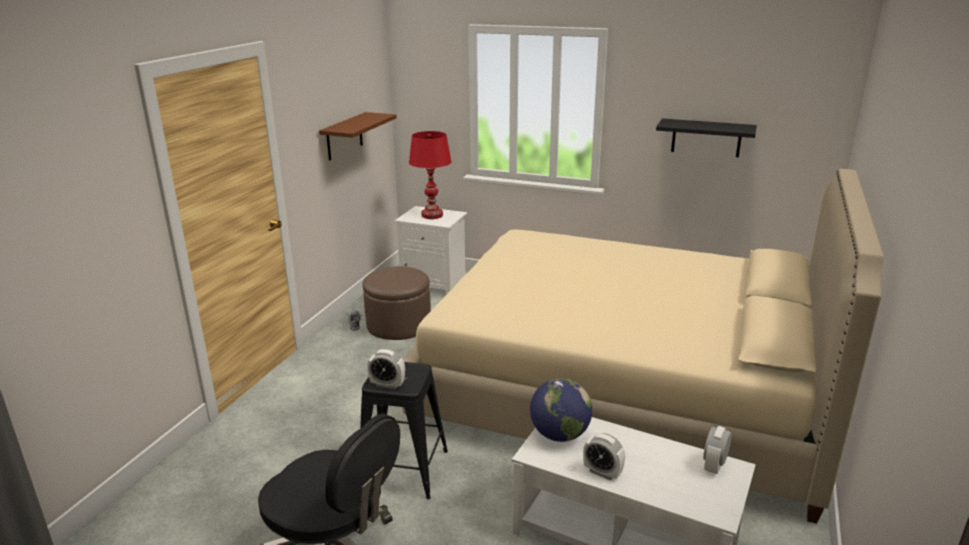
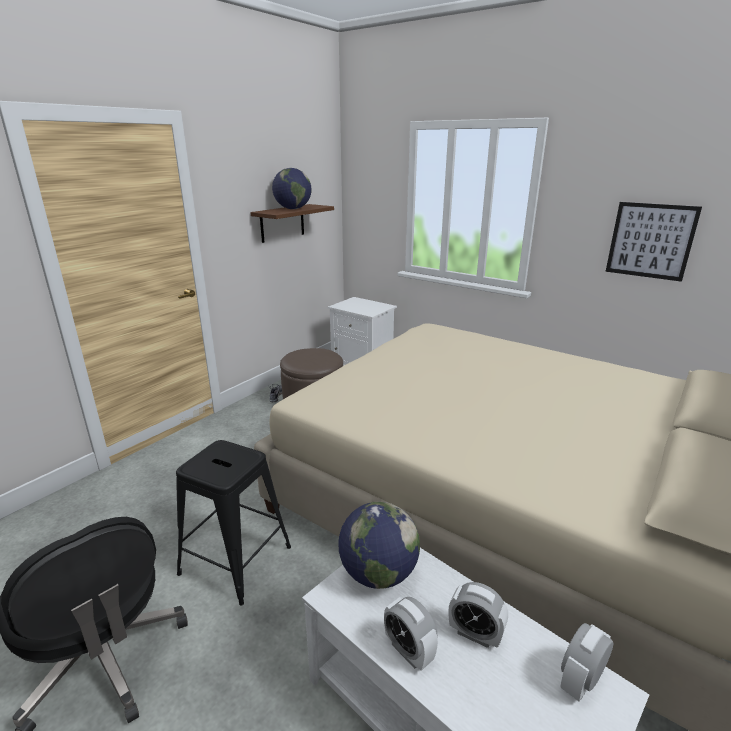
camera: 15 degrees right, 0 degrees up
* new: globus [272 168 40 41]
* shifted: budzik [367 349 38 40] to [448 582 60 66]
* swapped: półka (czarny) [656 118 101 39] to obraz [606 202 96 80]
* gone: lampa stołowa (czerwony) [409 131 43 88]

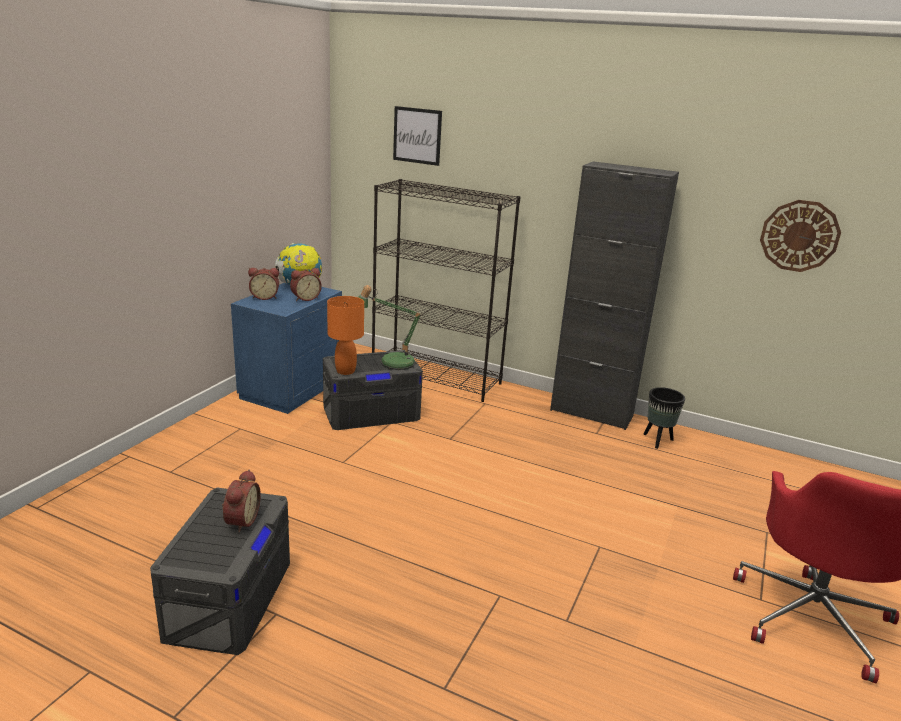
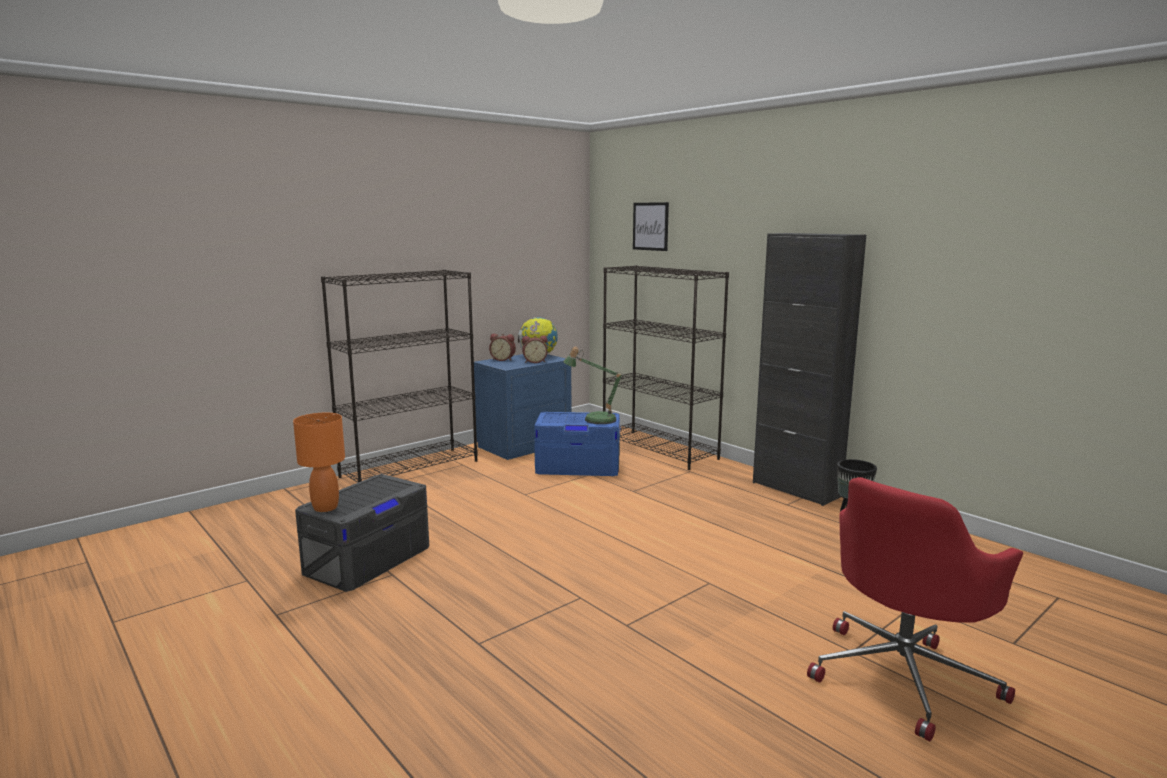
camera: 25 degrees right, 10 degrees down
* shifted: lampa stołowa (pomarańczowy) [327 296 37 79] to [293 413 52 99]
* new: regał (czarny) [321 270 157 213]
* repainted: pojemnik do przechowywania (szary) [323 350 100 80] to pojemnik do przechowywania (niebieski) [534 412 87 64]
* gone: budzik [222 470 39 62]
* gone: zegar ścienny [760 200 81 72]

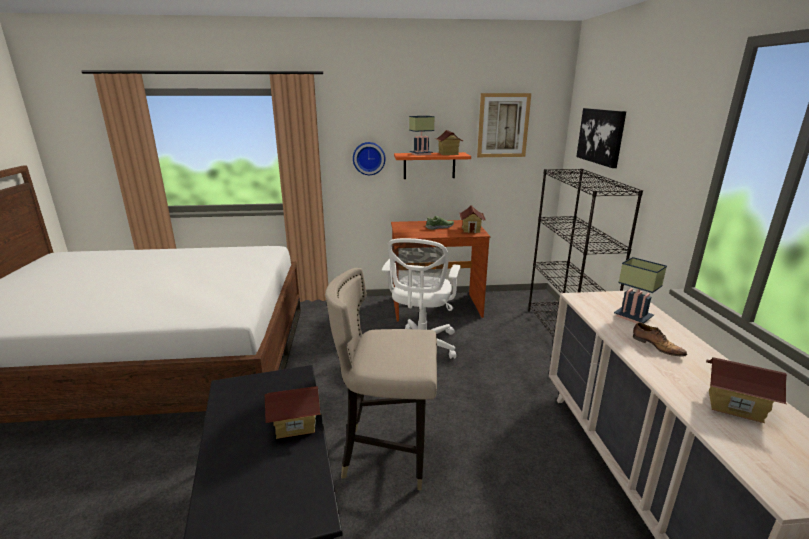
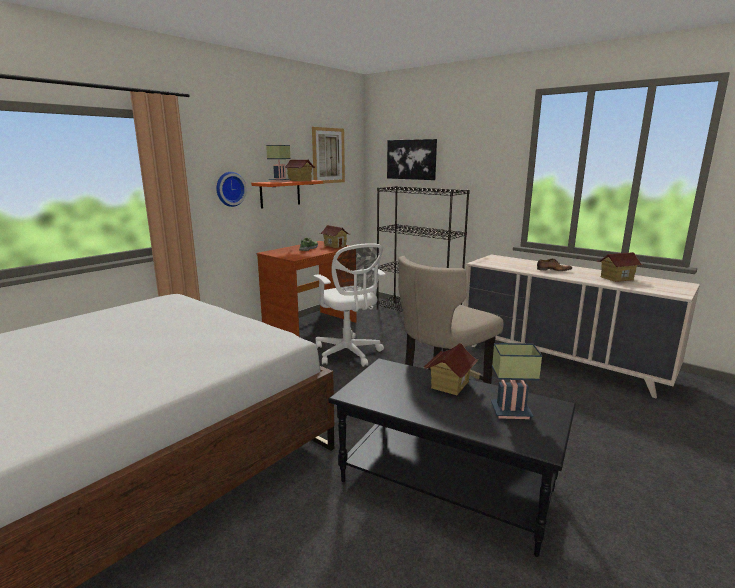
camera: 45 degrees left, 5 degrees down
* shifted: lampa stołowa [614 257 53 67] to [491 343 51 76]

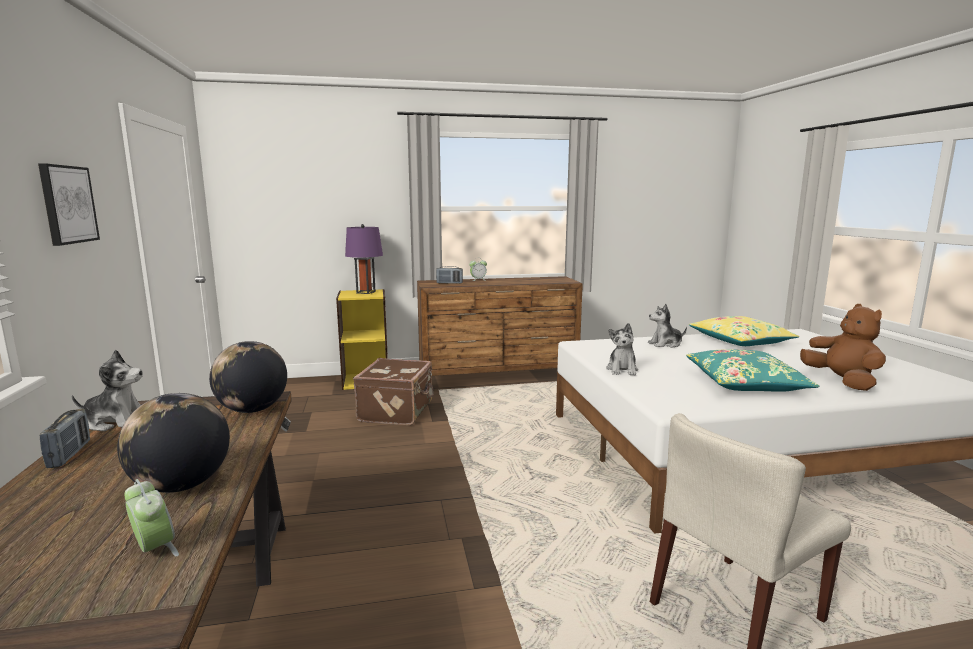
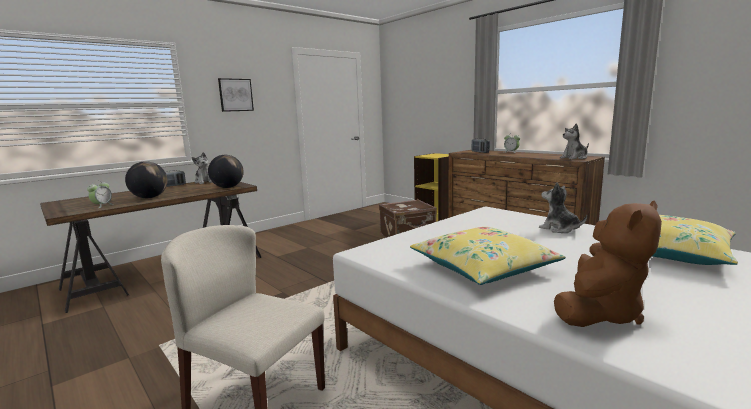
camera: 60 degrees right, 0 degrees up
* repainted: poduszka (turkusowy) [686 349 133 43] to poduszka (żółty) [410 227 156 58]
* shifted: pluszak [606 323 32 53] to [560 123 29 36]
* gone: lampa stołowa (fioletowy) [345 224 38 70]

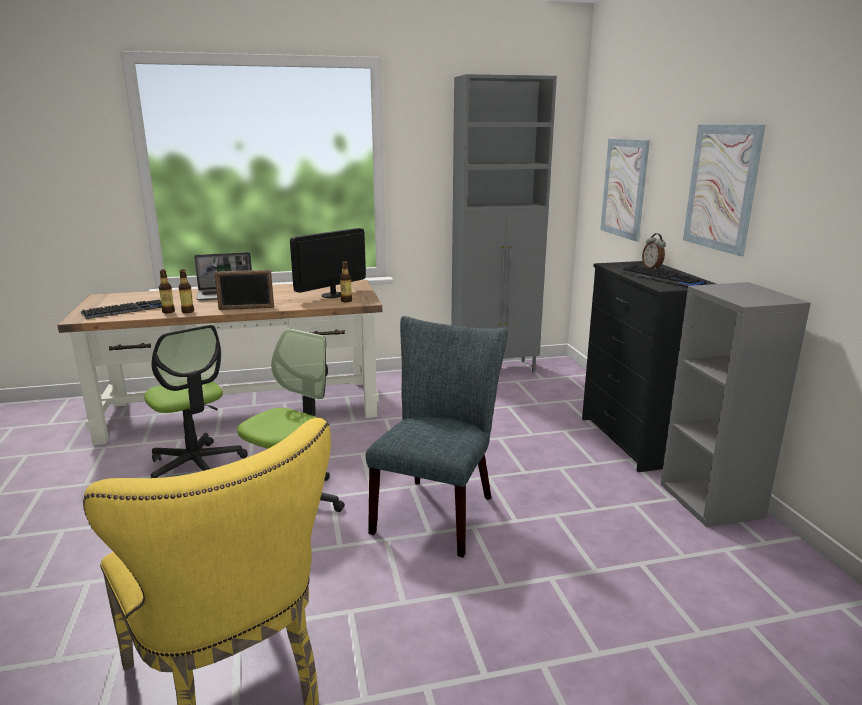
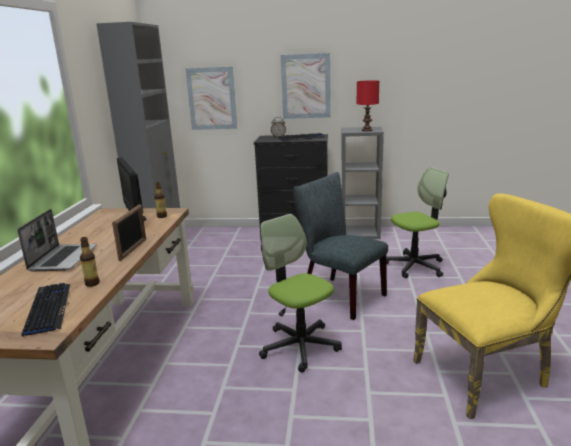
camera: 70 degrees left, 0 degrees up
* new: lampa stołowa (czerwony) [357 80 22 51]
* shifted: krzesło biurowe [144 325 104 153] to [386 167 63 111]
* gone: butelka [178 269 16 44]

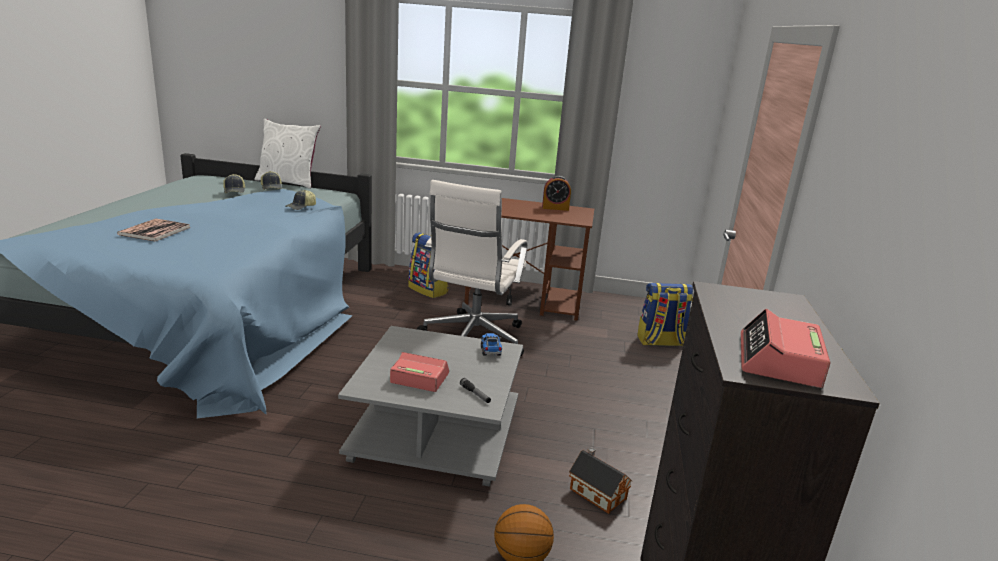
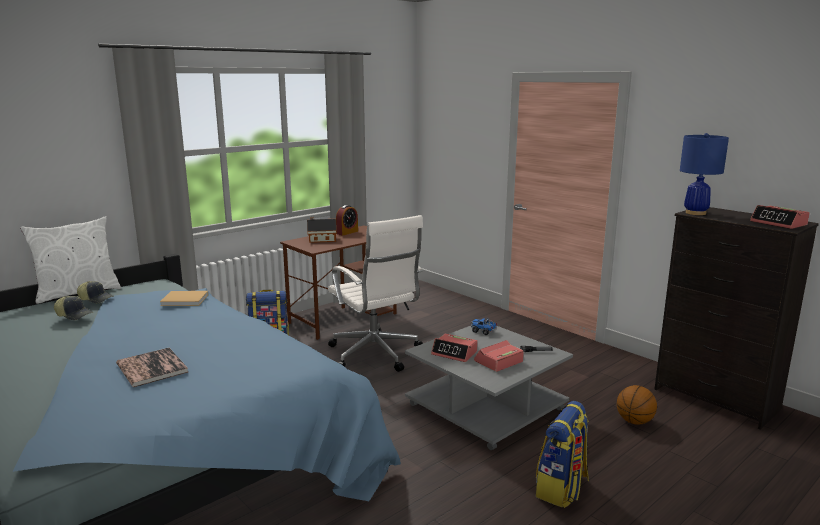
camera: 50 degrees left, 5 degrees down
* swapped: czapka z daszkiem [285 190 31 20] to książka (beżowy) [160 291 48 15]
* shifted: domek [569 447 63 67] to [307 217 30 26]
* new: budzik [431 334 47 28]
* shifted: plecak [637 283 56 63] to [536 401 53 107]
* new: lampa stołowa (niebieski) [680 133 49 82]

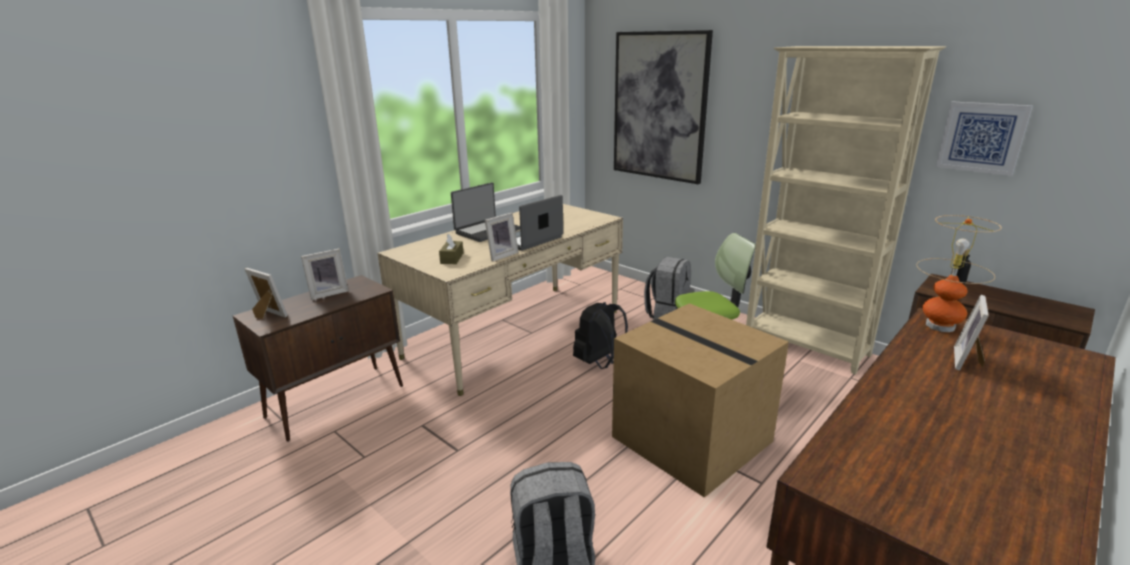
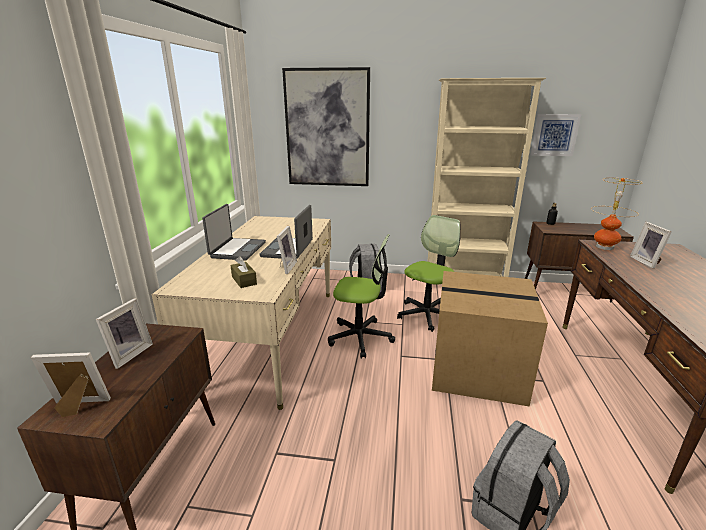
camera: 35 degrees left, 0 degrees up
* swapped: plecak (czarny) [573 302 55 67] to krzesło biurowe [328 234 67 124]

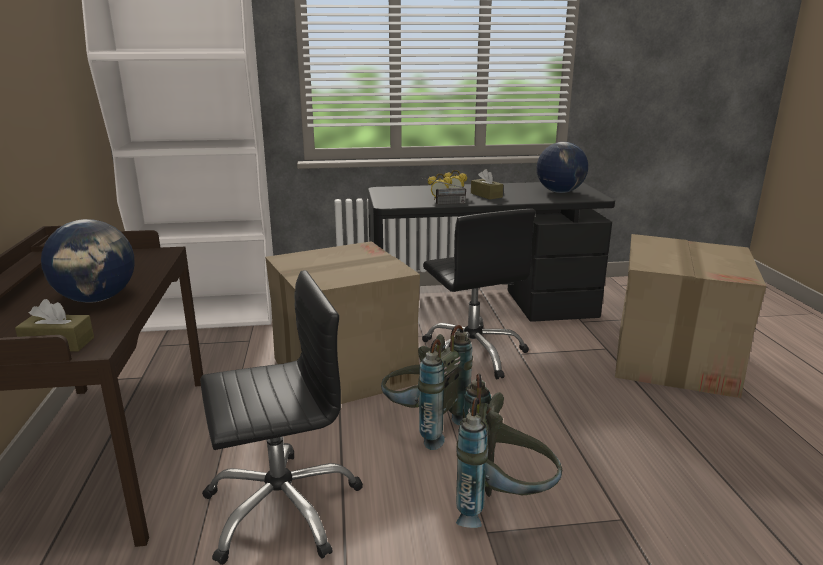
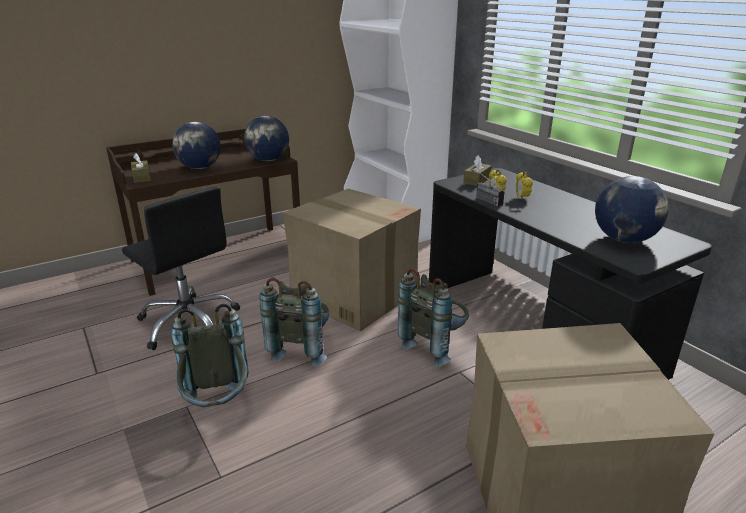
camera: 65 degrees right, 5 degrees up
* new: globus [244 116 45 45]
* swapped: krzesło biurowe (czarny) [422 209 113 170] to plecak (szary) [398 268 71 98]
* shifted: pudełko chusteczek (brązowy) [471 169 32 31] to [463 155 29 31]

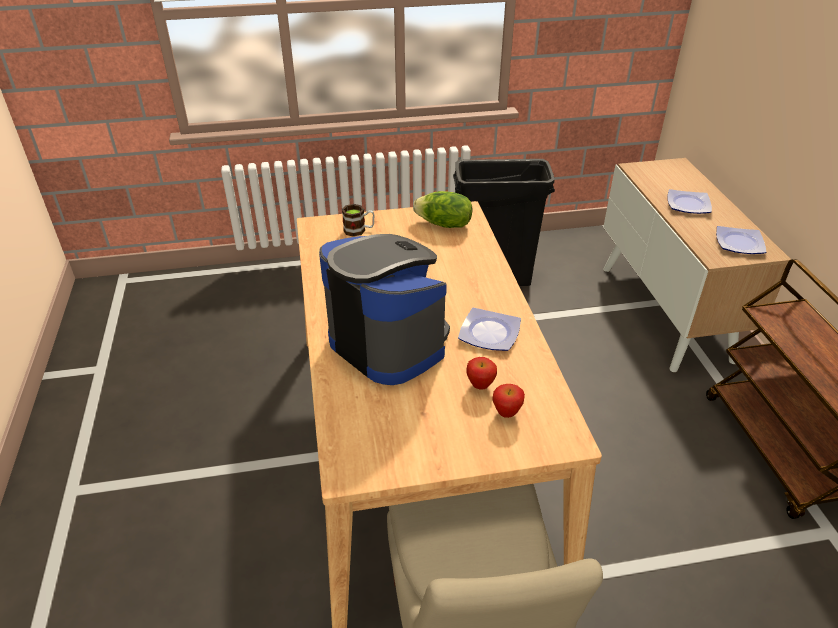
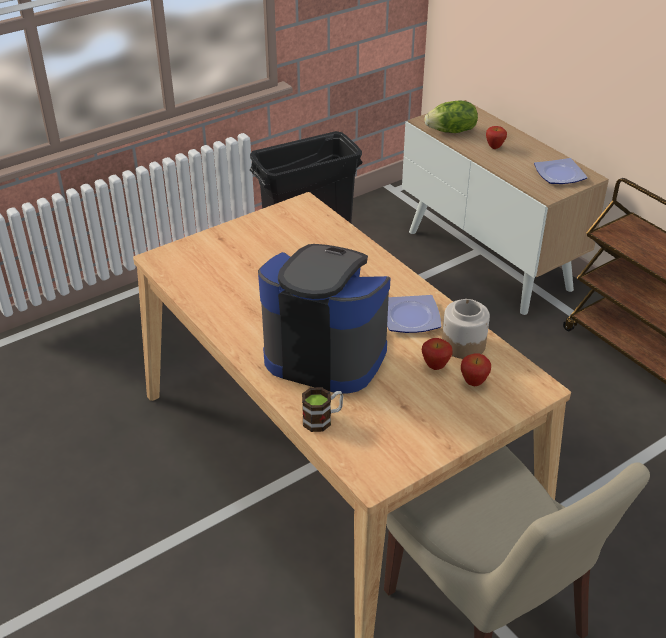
camera: 25 degrees left, 0 degrees up
* shifted: kubek [342 204 33 33] to [302 387 41 45]
* shifted: sałata [413 191 60 37] to [424 100 54 33]
* new: słoik [442 299 48 60]
* swapped: talerz [667 189 45 25] to jabłko [486 126 21 23]

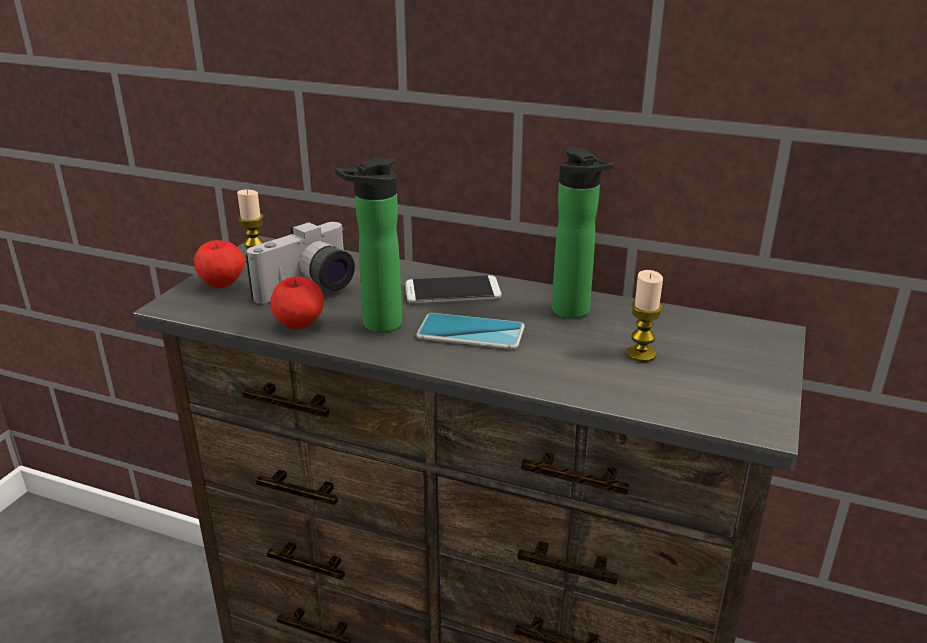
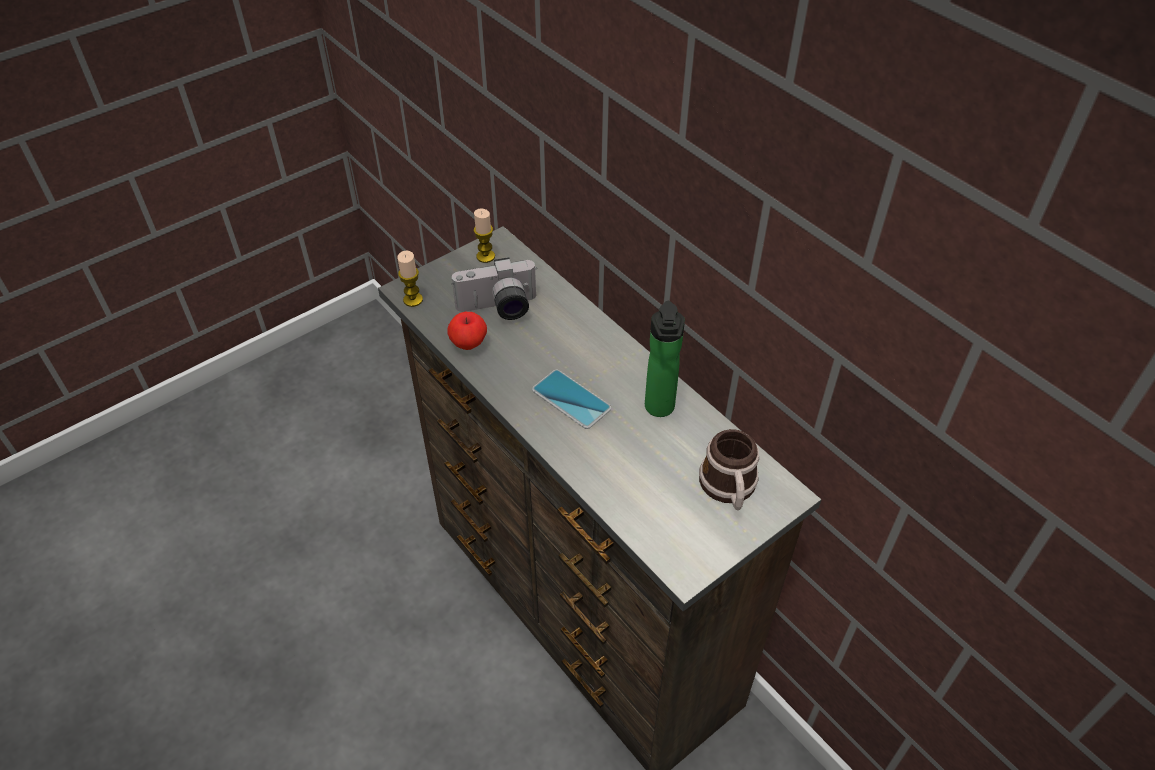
camera: 30 degrees right, 20 degrees up
* shifted: świeca [626 270 37 92] to [397 251 26 56]
* new: kubek [699 429 60 81]
* gone: jabłko [194 240 51 48]
* gone: butelka [335 158 67 175]
* gone: telefon [405 275 97 28]

